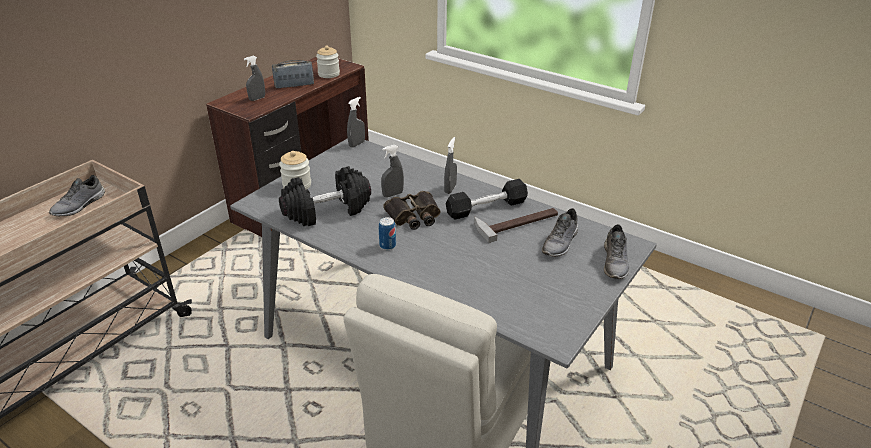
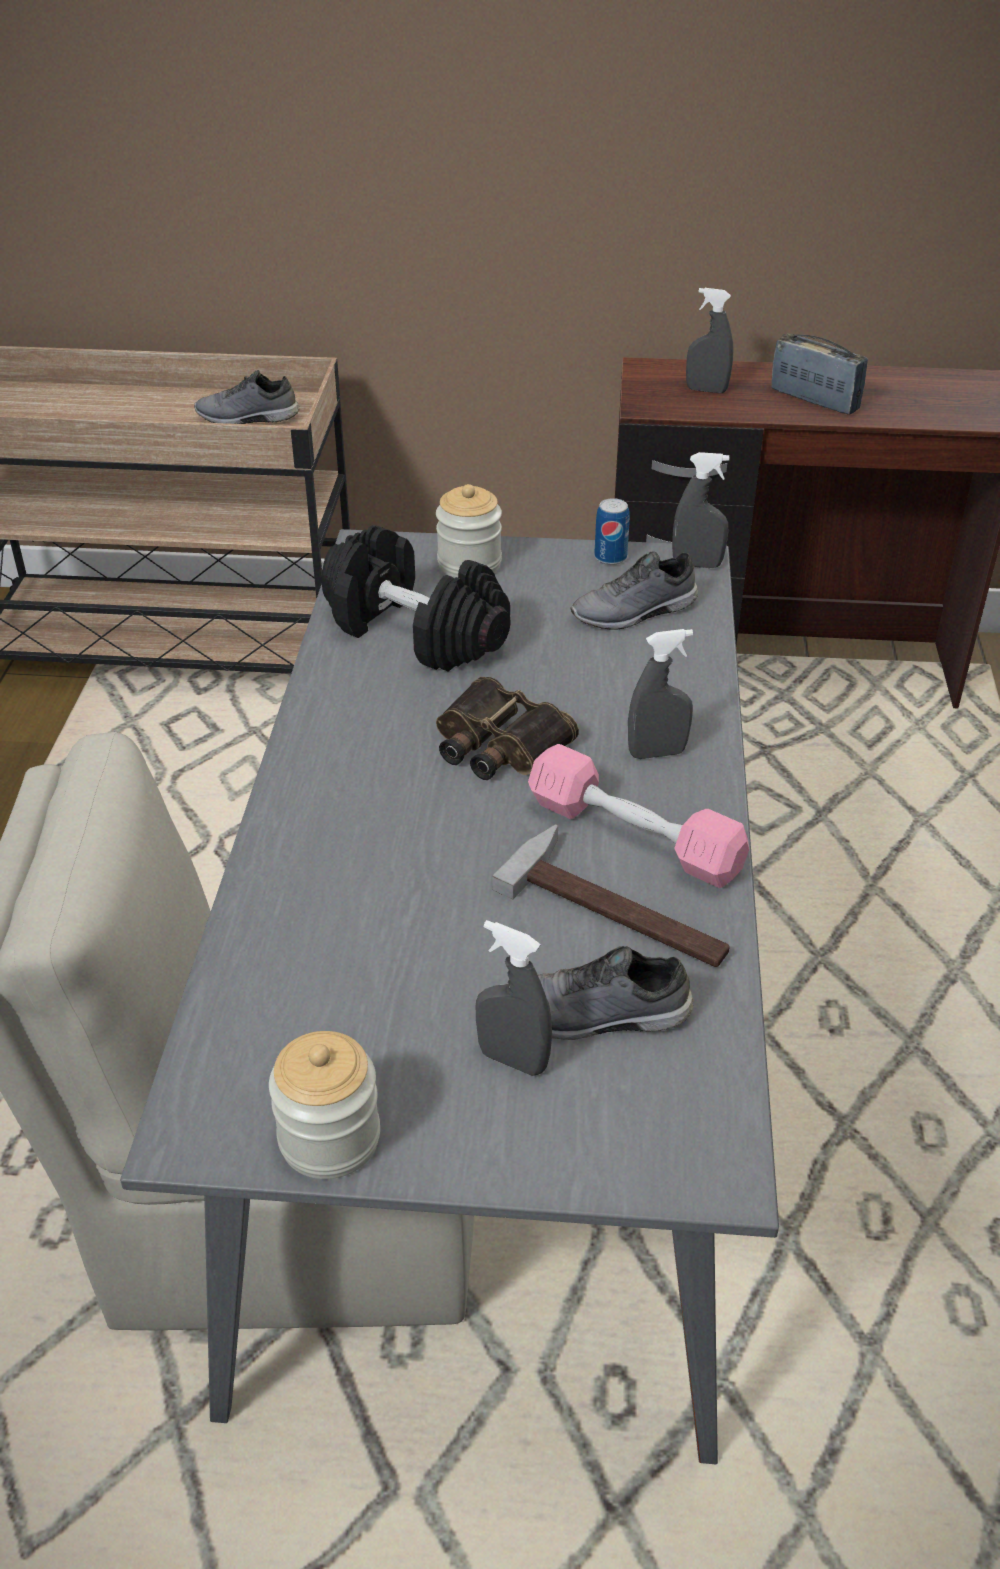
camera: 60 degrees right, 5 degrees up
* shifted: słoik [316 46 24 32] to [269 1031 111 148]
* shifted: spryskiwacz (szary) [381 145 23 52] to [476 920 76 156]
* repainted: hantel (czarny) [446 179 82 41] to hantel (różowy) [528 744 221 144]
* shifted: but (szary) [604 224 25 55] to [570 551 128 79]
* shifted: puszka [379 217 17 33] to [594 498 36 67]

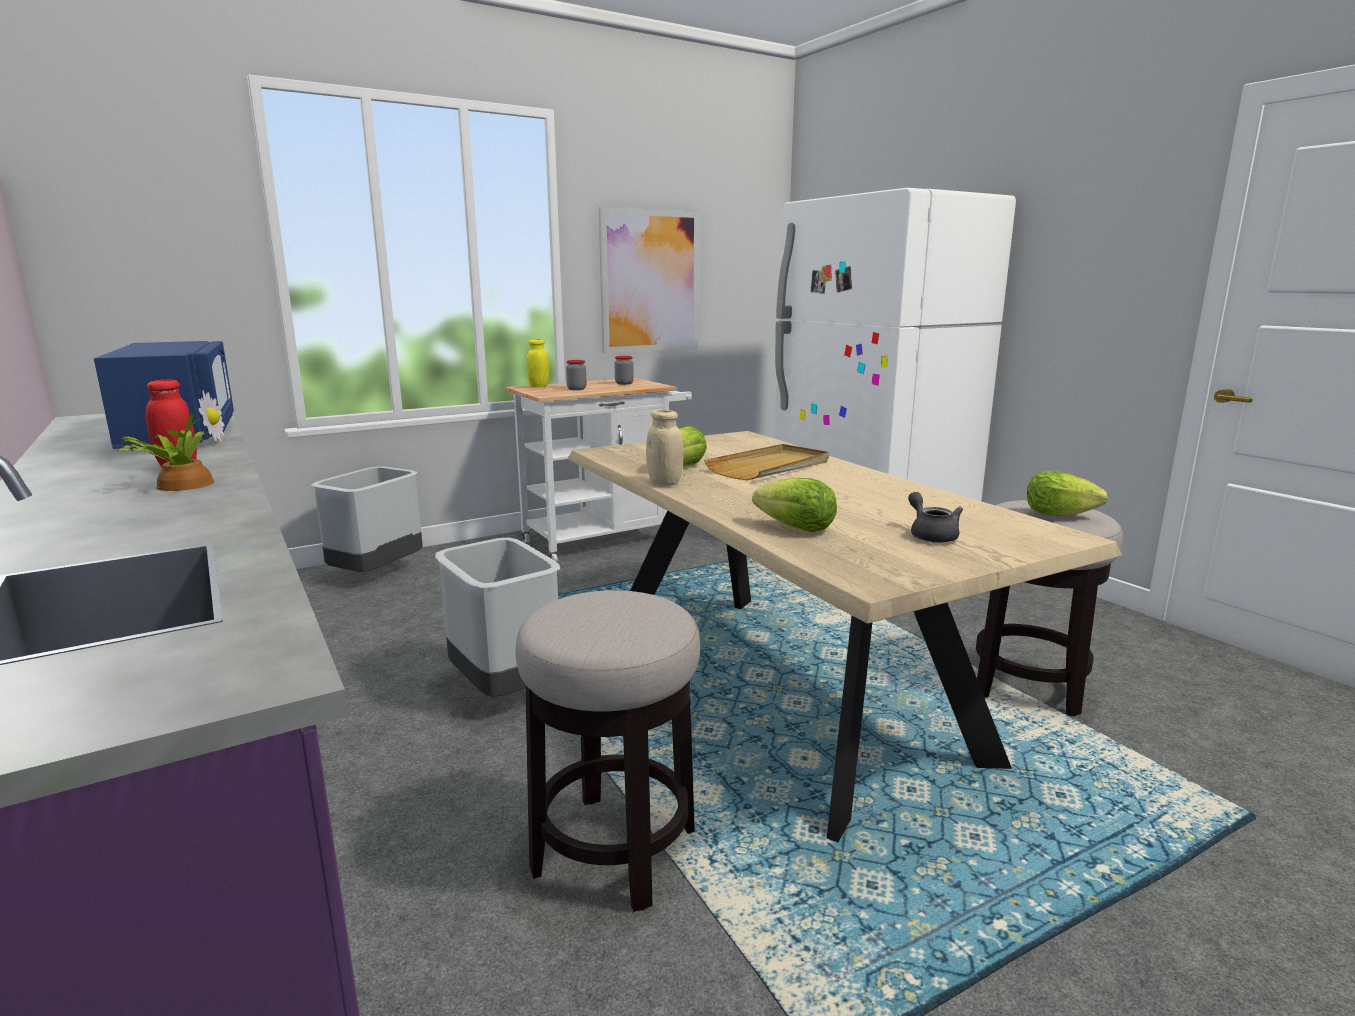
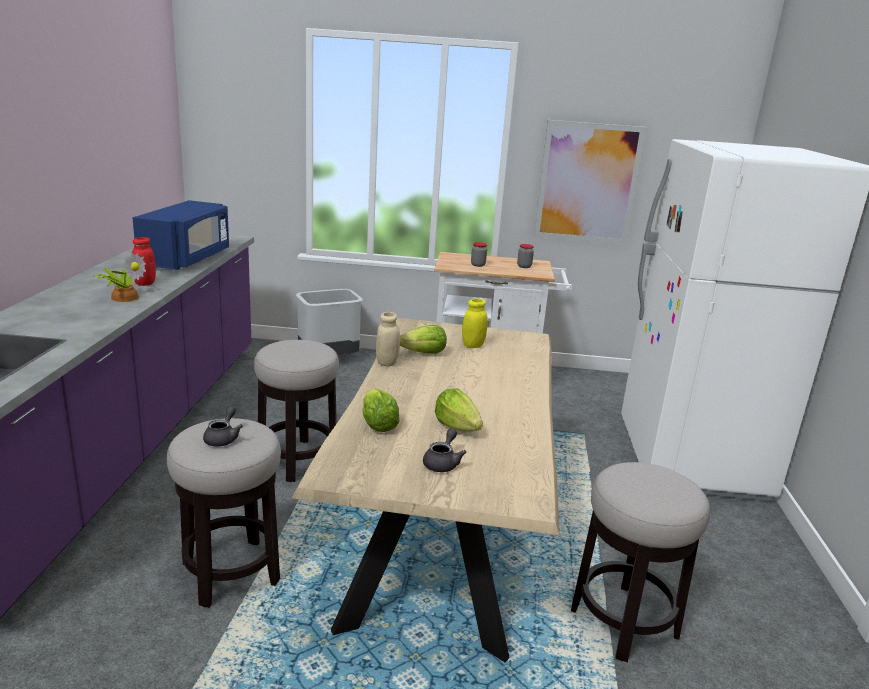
camera: 35 degrees right, 5 degrees up
* new: imbryk (szary) [203 406 40 41]
* swapped: kosz na śmieci (szary) [435 537 125 160] to stołek [254 340 85 142]
* shifted: sałata [1027 471 81 45] to [435 389 48 43]
* shifted: słoik (żółty) [527 339 23 49] to [462 299 26 49]
* gone: taca (beżowy) [704 444 125 36]

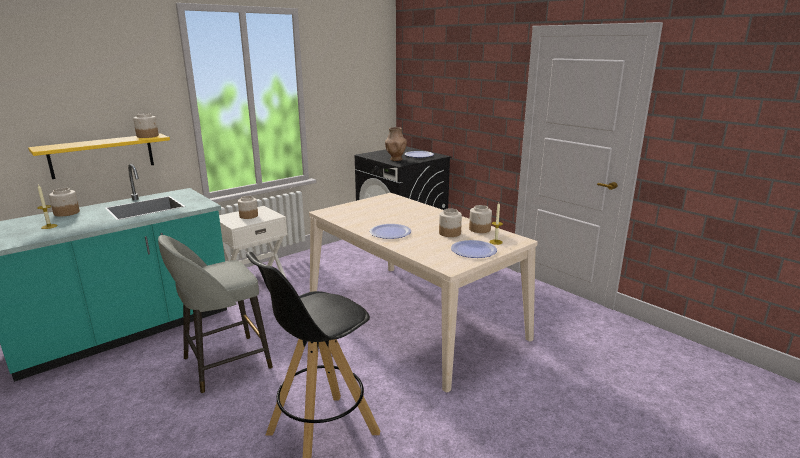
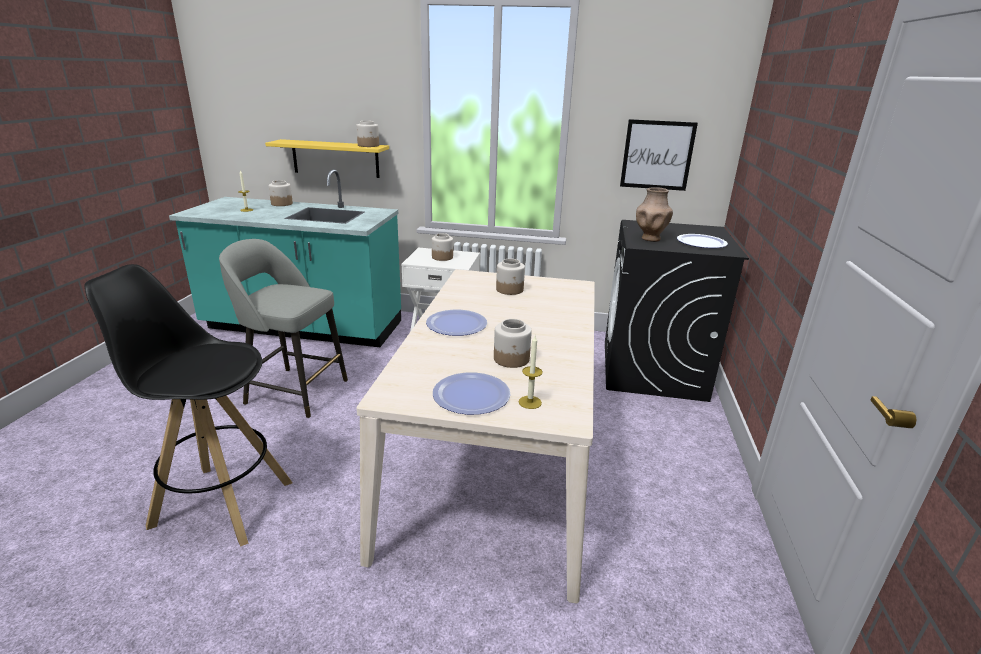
camera: 50 degrees right, 5 degrees up
* shifted: słoik [469 205 23 28] to [496 259 29 36]
* new: obraz [620 119 78 72]

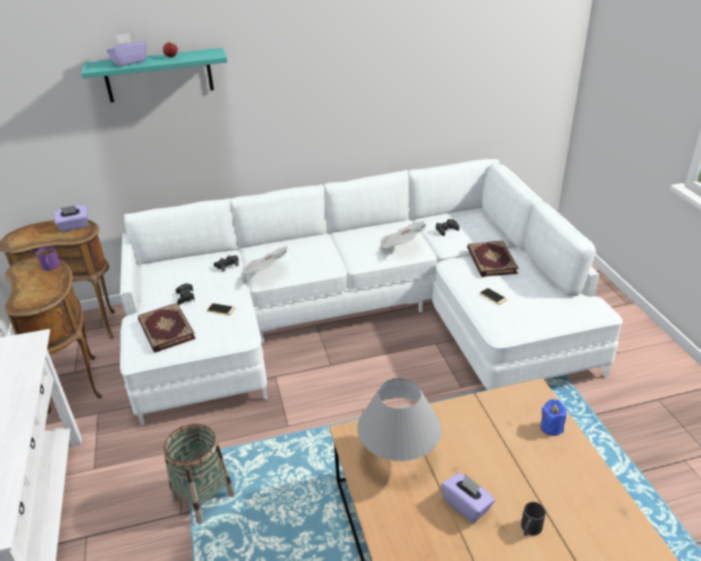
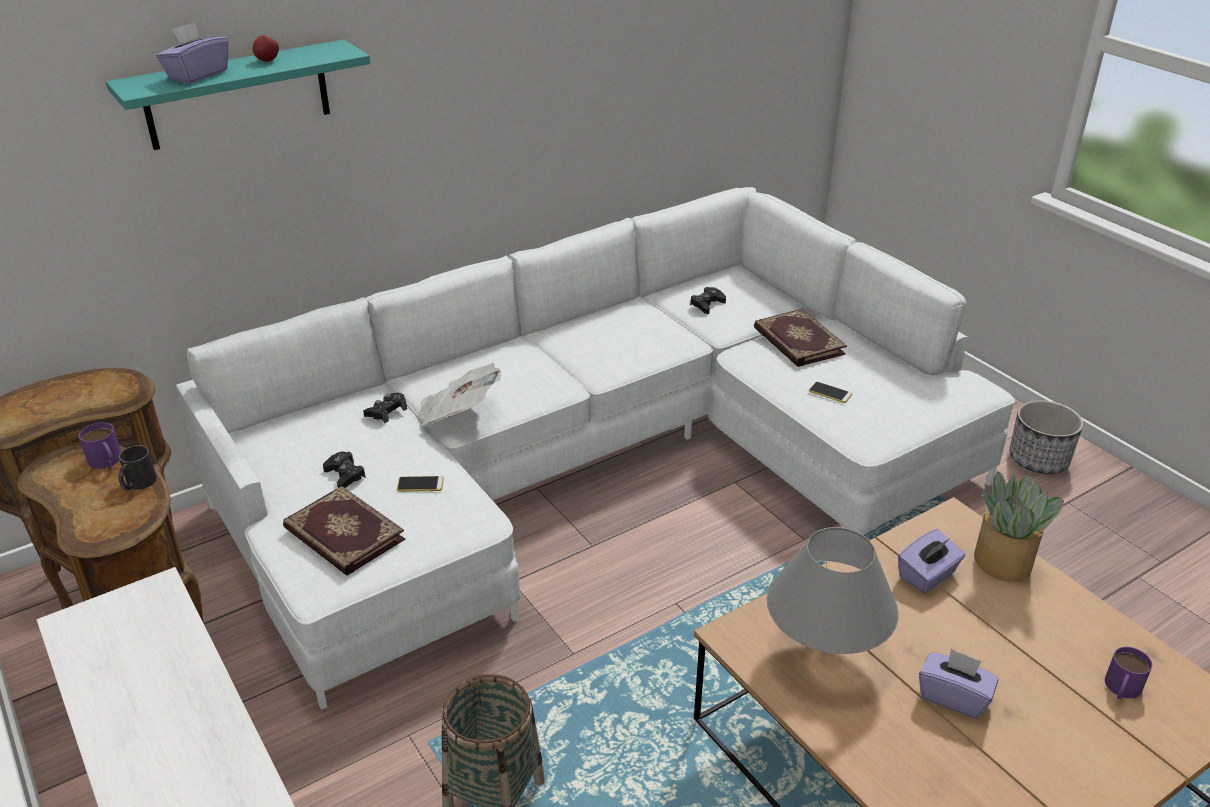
camera: 20 degrees left, 0 degrees up
* shifted: kubek (czarny) [521 502 25 34] to [118 445 39 45]
* shifted: pudełko chusteczek (fioletowy) [53 205 35 27] to [898 529 67 64]
* swapped: świeca (niebieski) [540 399 27 37] to roślina doniczkowa [974 471 90 111]
* new: donica [1009 400 74 74]
* new: kubek (fioletowy) [1105 647 47 52]
* gone: gazeta [379 221 48 29]

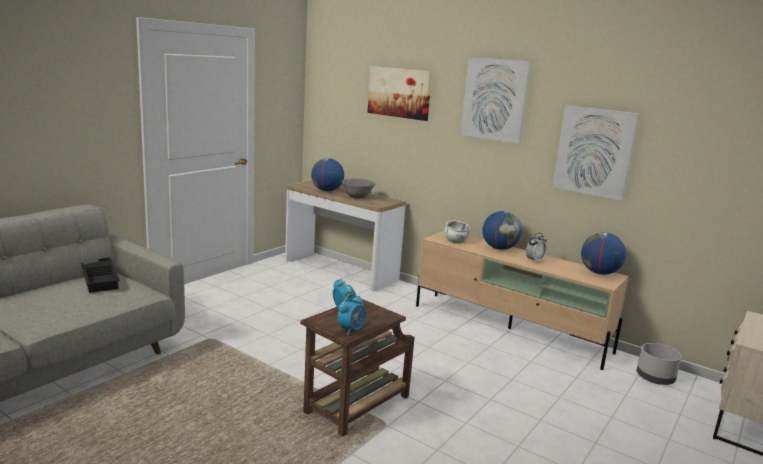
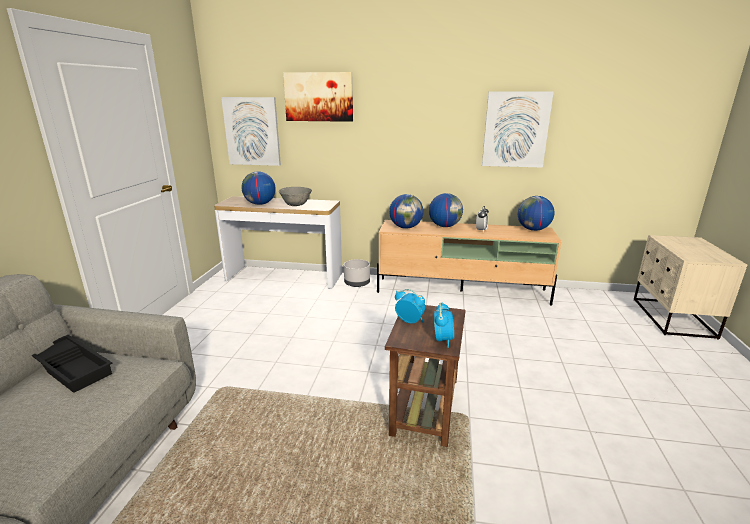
camera: 25 degrees left, 5 degrees up
* shifted: obraz [460 57 71 87] to [221 97 60 69]
* shifted: donica (szary) [637 343 45 42] to [344 259 26 28]
* swapped: miska (biały) [444 220 26 24] to globus [389 194 35 35]

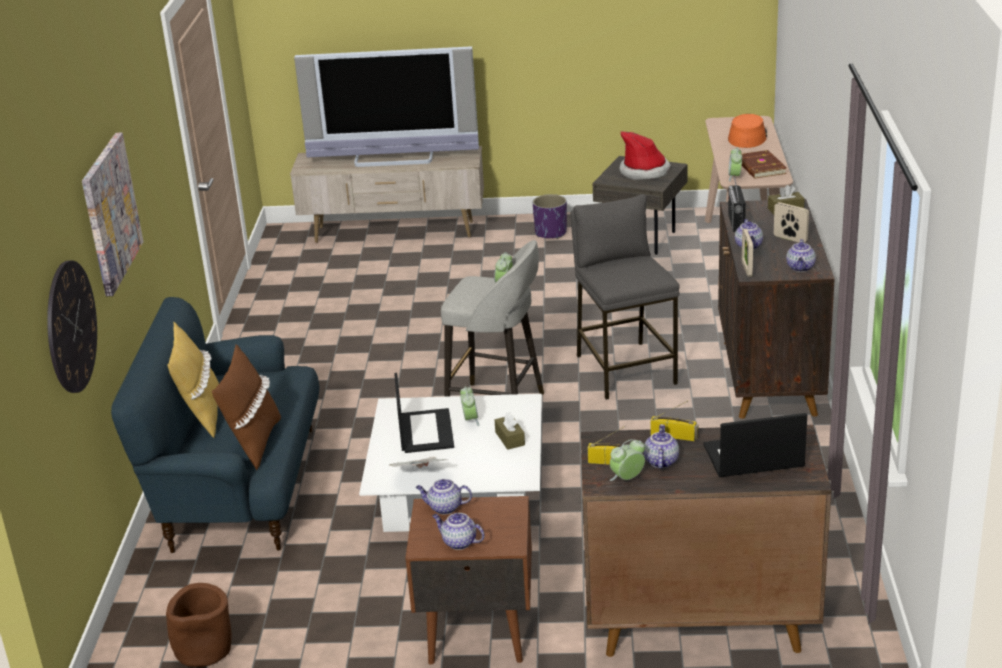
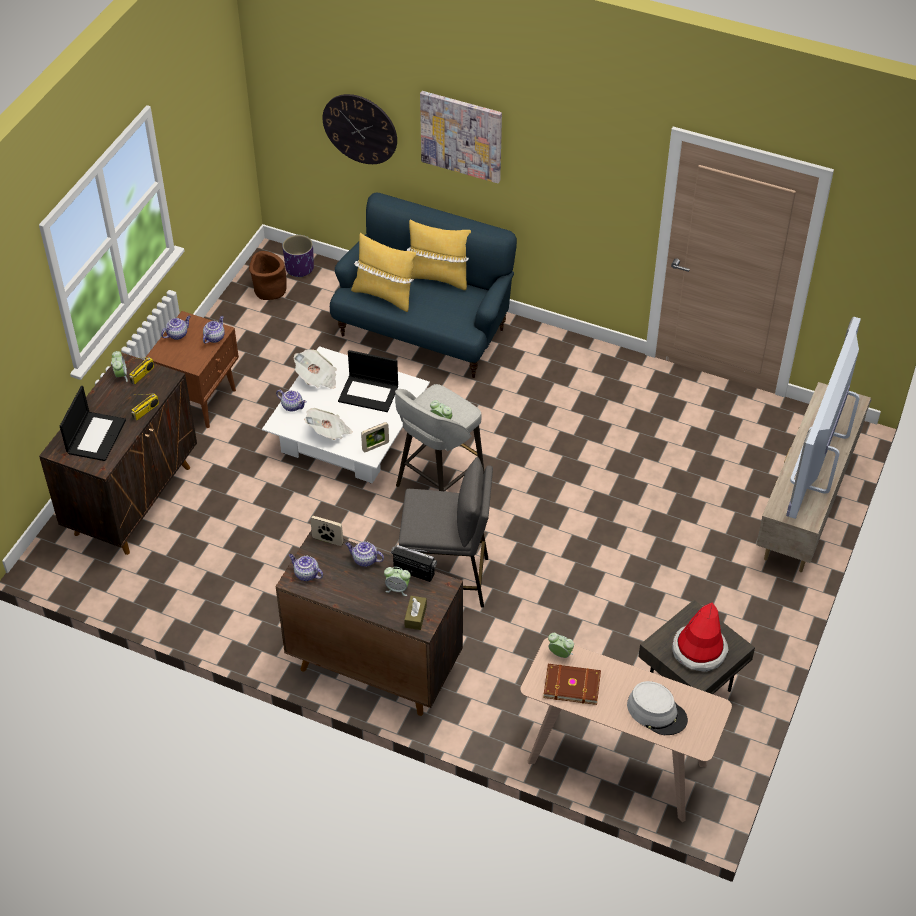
camera: 110 degrees right, 20 degrees up
* shifted: imbryk [644 424 35 45] to [276 390 31 22]
* shifted: donica (fioletowy) [533 194 34 45] to [282 235 32 43]
* swapped: pudełko chusteczek (brązowy) [495 412 30 38] to gazeta [304 408 49 32]
* repainted: poduszka (brązowy) [212 344 69 126] to poduszka (żółty) [351 233 65 79]
* shifted: ramka na zdjęcie [774 202 35 41] to [361 422 28 30]
* shifted: budzik [460 386 19 40] to [384 567 27 29]
* repainted: kapelusz (pomarańczowy) [728 114 39 34] to kapelusz (szary) [627 681 61 54]

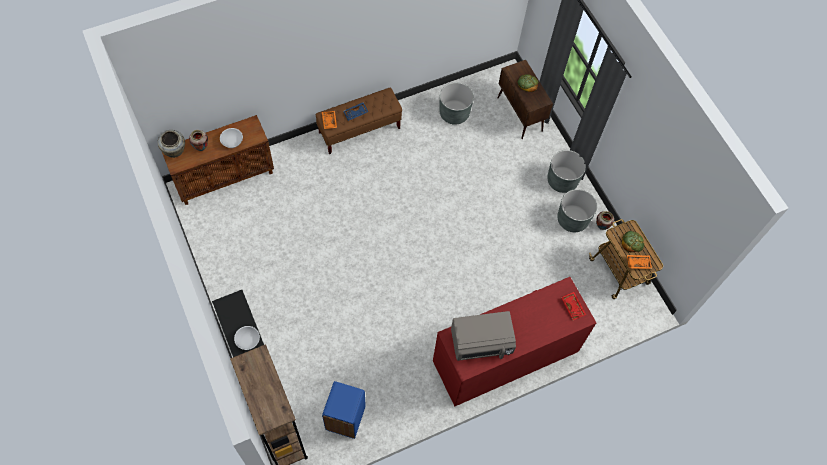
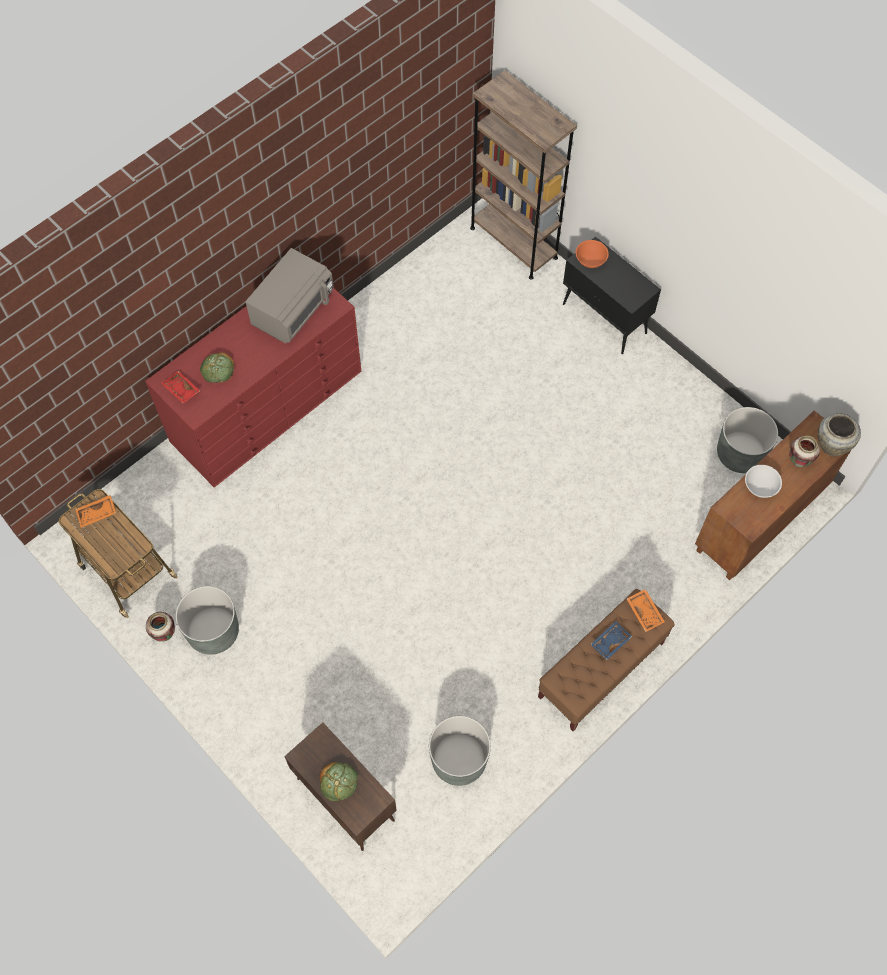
camera: 165 degrees right, 0 degrees up
* shifted: chleb [622 231 22 21] to [200 352 34 31]
* rotated: mikrofalówka (szary) [451 311 65 50] = [246 248 88 95] 150 degrees clockwise
* repainted: miska (biały) [234 326 26 24] to miska (pomarańczowy) [576 240 33 28]
* shifted: donica (szary) [547 150 39 43] to [717 407 61 66]
* gone: kosz na śmieci (niebieski) [322 381 44 58]

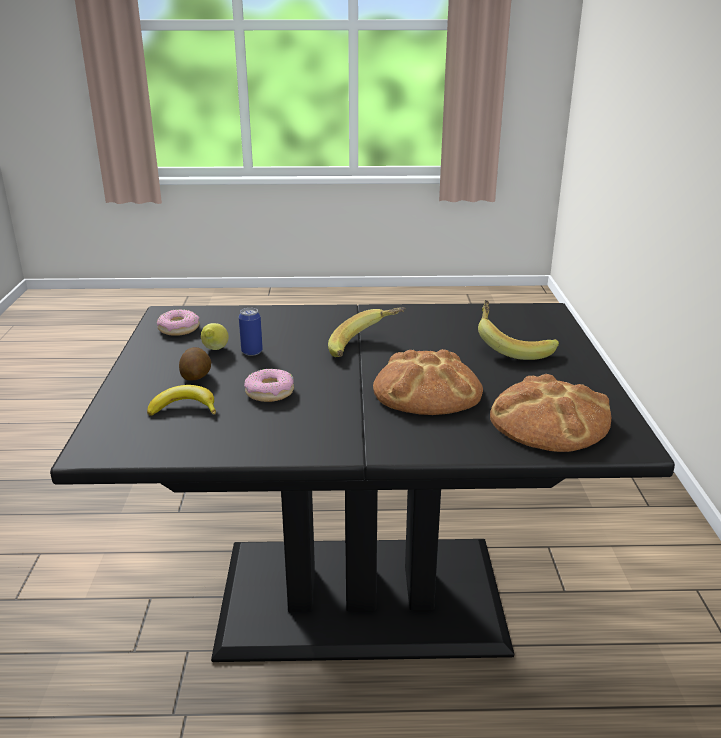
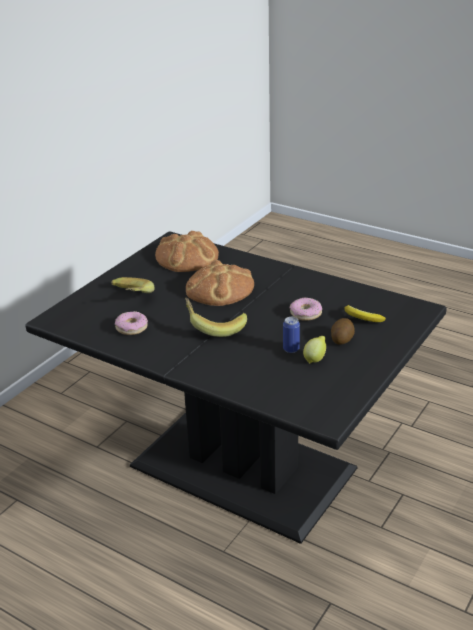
camera: 145 degrees left, 5 degrees up
* shifted: donut [157 309 43 27] to [115 311 33 24]

